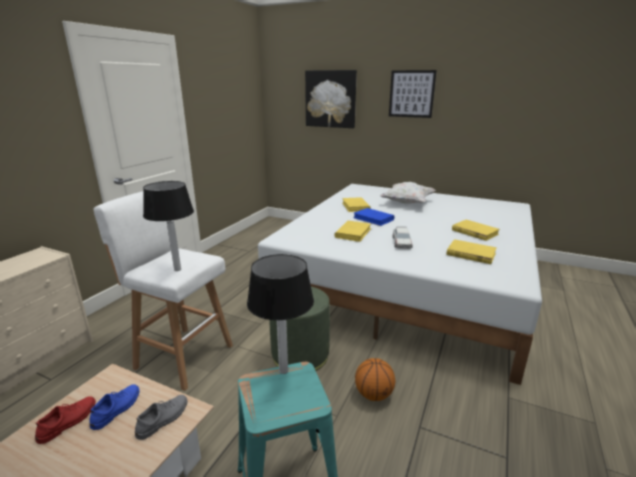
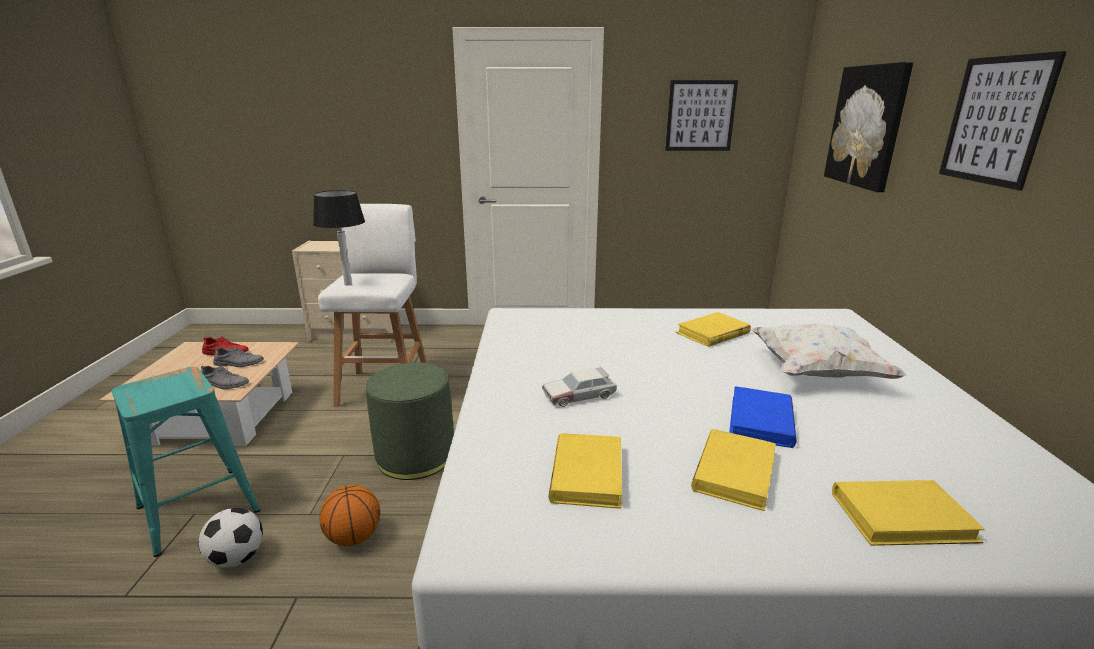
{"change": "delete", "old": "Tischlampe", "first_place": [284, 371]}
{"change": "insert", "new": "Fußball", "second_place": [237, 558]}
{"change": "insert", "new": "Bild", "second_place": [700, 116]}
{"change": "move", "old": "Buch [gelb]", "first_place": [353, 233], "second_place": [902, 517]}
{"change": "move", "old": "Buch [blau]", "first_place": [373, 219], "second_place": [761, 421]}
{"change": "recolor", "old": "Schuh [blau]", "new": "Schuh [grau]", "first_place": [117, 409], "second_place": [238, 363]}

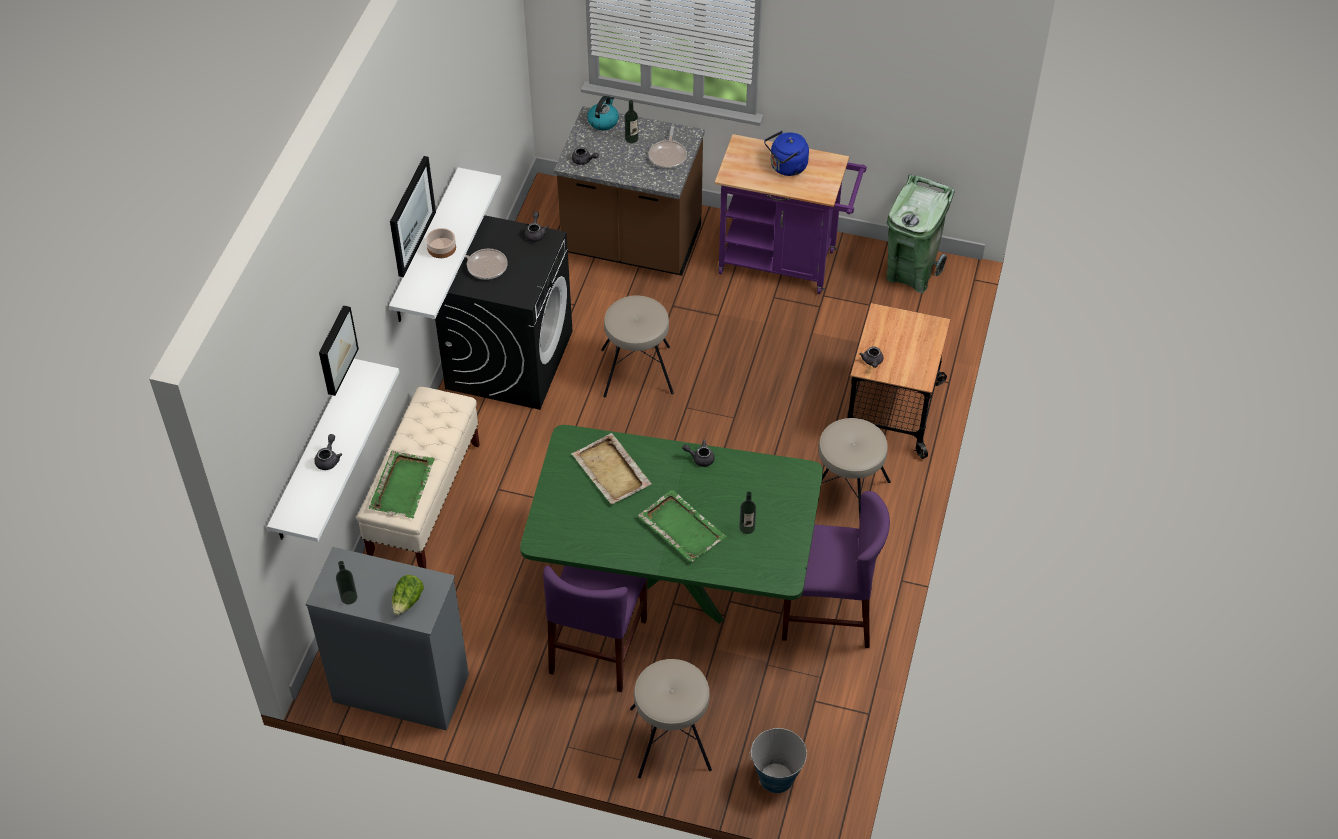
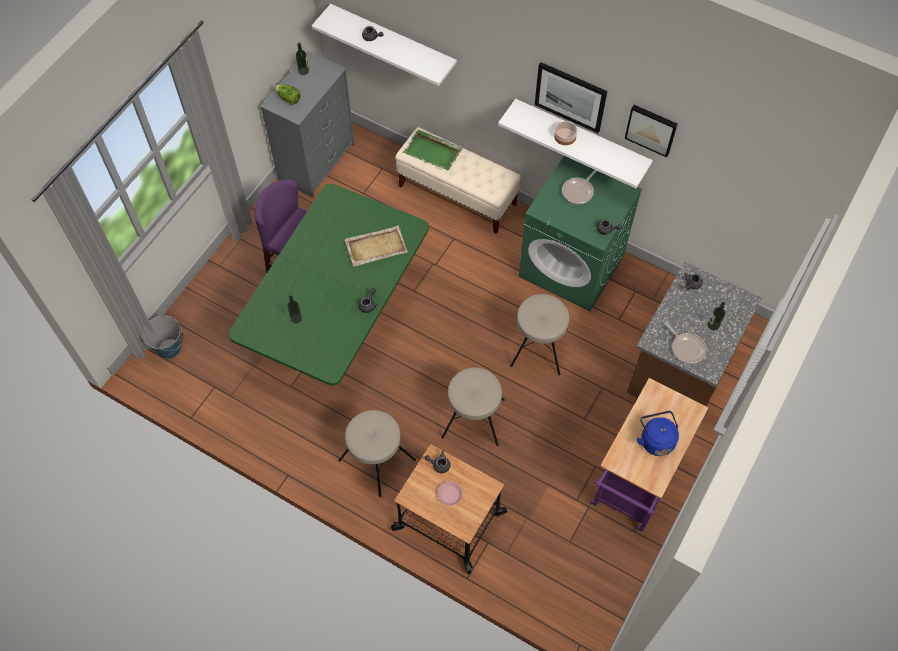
{"change": "delete", "old": "Wasserkessel", "first_place": [603, 121]}
{"change": "delete", "old": "Tablett [grün]", "first_place": [681, 527]}
{"change": "delete", "old": "Stuhl [lila]", "first_place": [826, 613]}
{"change": "delete", "old": "Mülleimer [grün]", "first_place": [911, 273]}
{"change": "insert", "new": "Teller [rosa]", "second_place": [449, 494]}
{"change": "move", "old": "Bild", "first_place": [335, 349], "second_place": [651, 129]}
{"change": "move", "old": "Hocker [beige]", "first_place": [671, 738], "second_place": [473, 419]}
{"change": "recolor", "old": "Waschmaschine [schwarz]", "new": "Waschmaschine [grün]", "first_place": [509, 359], "second_place": [572, 266]}
{"change": "rotate", "old": "Pfanne", "first_place": [668, 155], "second_place": [686, 348], "degrees": -150}

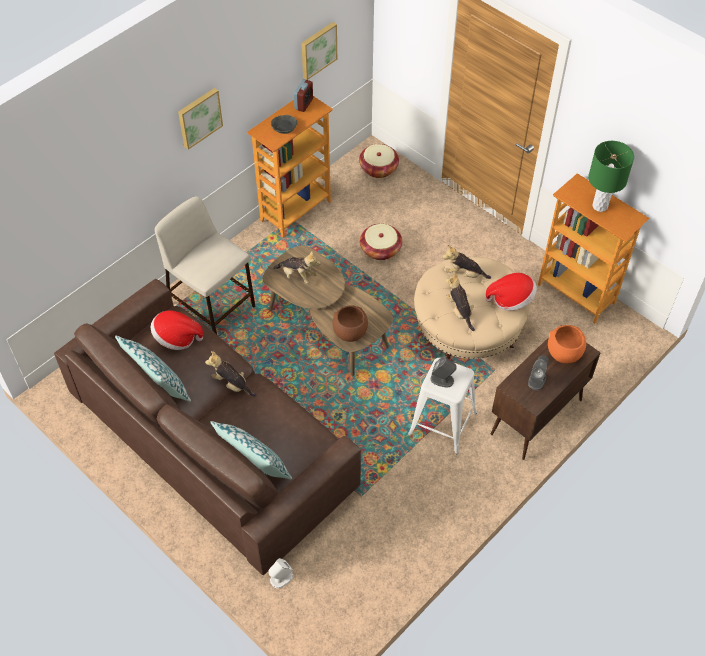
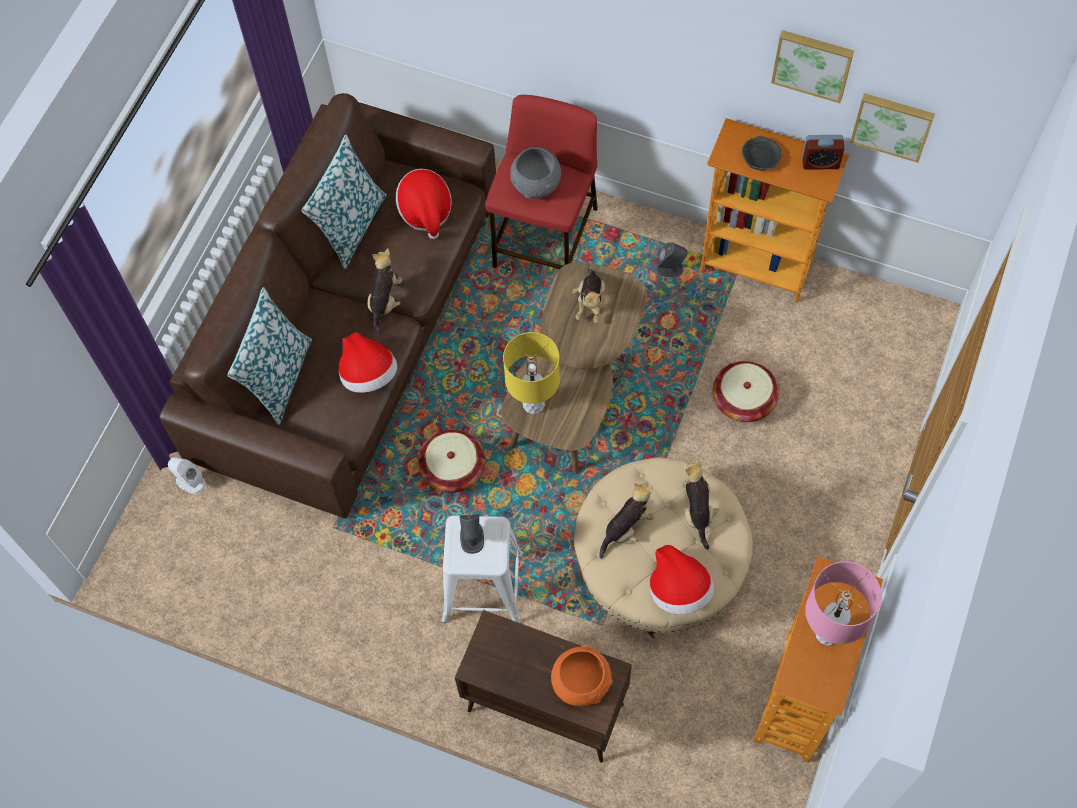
{"change": "insert", "new": "Hut", "second_place": [368, 375]}
{"change": "insert", "new": "Schüssel [grau]", "second_place": [536, 186]}
{"change": "move", "old": "Bild", "first_place": [199, 117], "second_place": [812, 63]}
{"change": "move", "old": "Korb", "first_place": [378, 168], "second_place": [453, 469]}
{"change": "move", "old": "Lautsprecher [grau]", "first_place": [537, 380], "second_place": [670, 269]}
{"change": "replace", "old": "Schüssel [braun]", "new": "Tischlampe [gelb]", "first_place": [349, 332], "second_place": [533, 404]}
{"change": "recolor", "old": "Hocker [beige]", "new": "Hocker [rot]", "first_place": [212, 305], "second_place": [545, 239]}
{"change": "recolor", "old": "Tischlampe [grün]", "new": "Tischlampe [rosa]", "first_place": [599, 206], "second_place": [828, 632]}

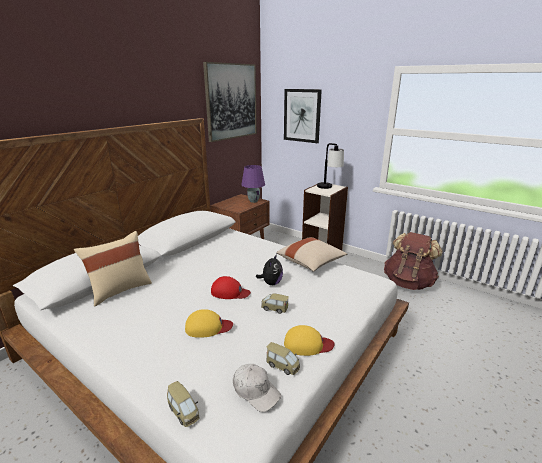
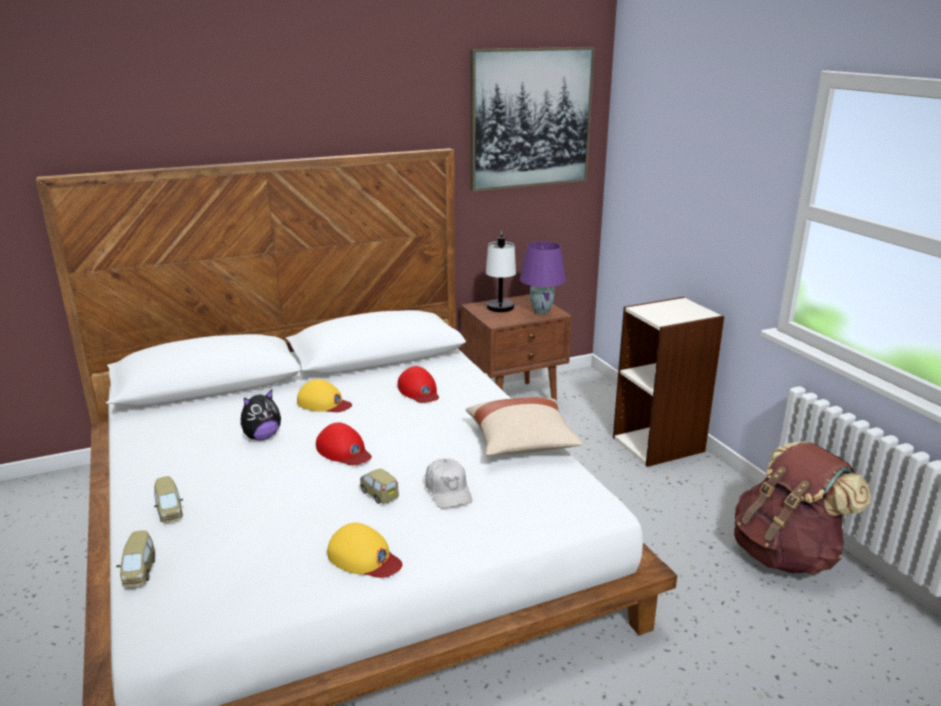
{"change": "delete", "old": "Kissen [beige]", "first_place": [120, 290]}
{"change": "delete", "old": "Bild", "first_place": [302, 115]}
{"change": "insert", "new": "Kappe [rot]", "second_place": [419, 391]}
{"change": "move", "old": "Kappe [gelb]", "first_place": [208, 327], "second_place": [324, 403]}
{"change": "move", "old": "Kappe [weiß]", "first_place": [256, 391], "second_place": [448, 491]}
{"change": "move", "old": "Plüschtier", "first_place": [271, 283], "second_place": [262, 437]}
{"change": "move", "old": "Spielzeugauto", "first_place": [283, 365], "second_place": [170, 511]}
{"change": "move", "old": "Tischlampe", "first_place": [329, 188], "second_place": [500, 312]}

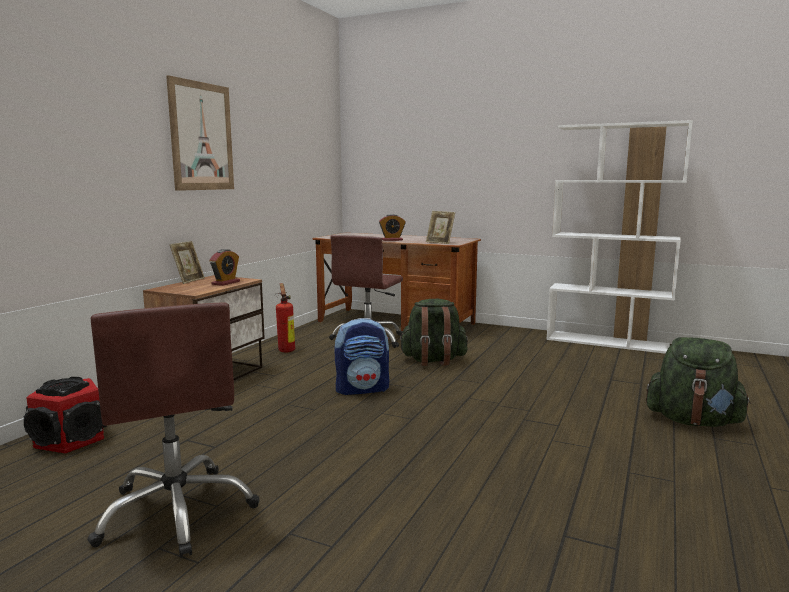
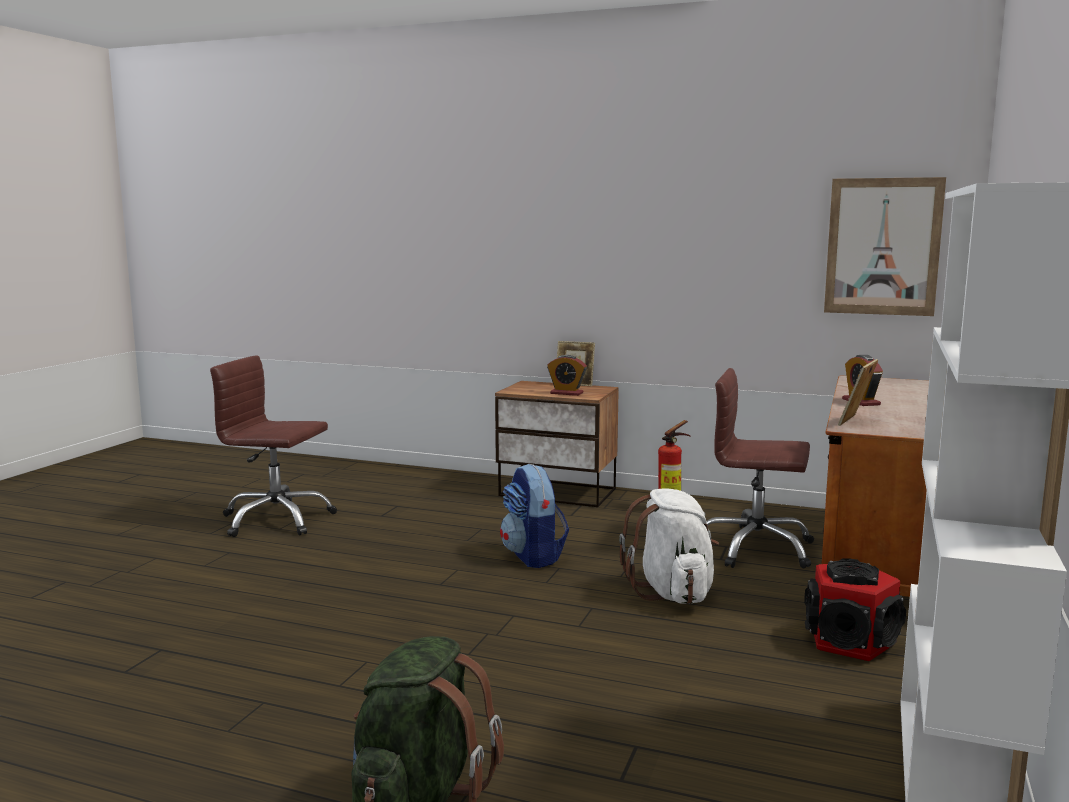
{"change": "move", "old": "Lautsprecher", "first_place": [72, 439], "second_place": [850, 642]}
{"change": "move", "old": "Bild", "first_place": [201, 136], "second_place": [882, 247]}
{"change": "recolor", "old": "Rucksack [grün]", "new": "Rucksack [weiß]", "first_place": [433, 361], "second_place": [672, 593]}
{"change": "rotate", "old": "Bürostuhl [braun]", "first_place": [177, 511], "second_place": [276, 520], "degrees": 45}

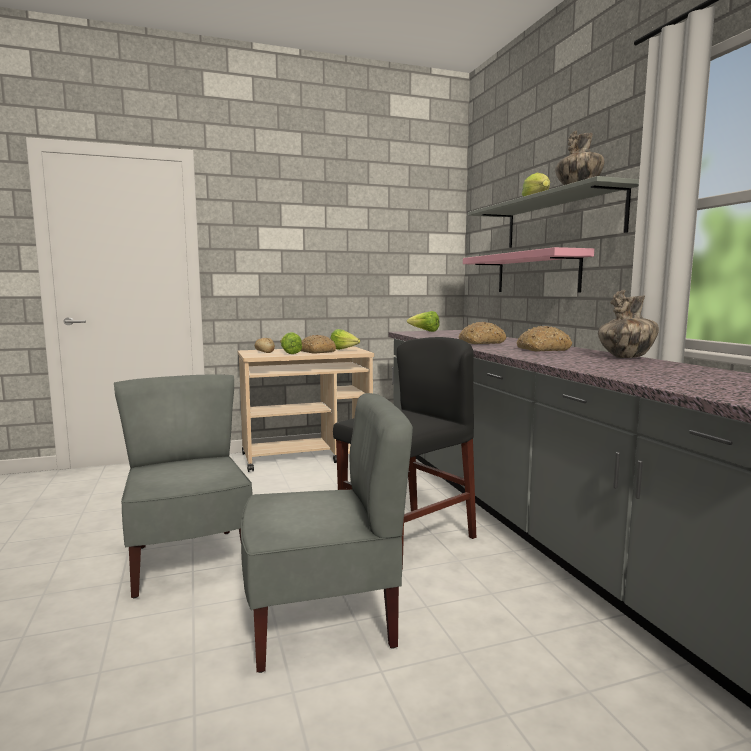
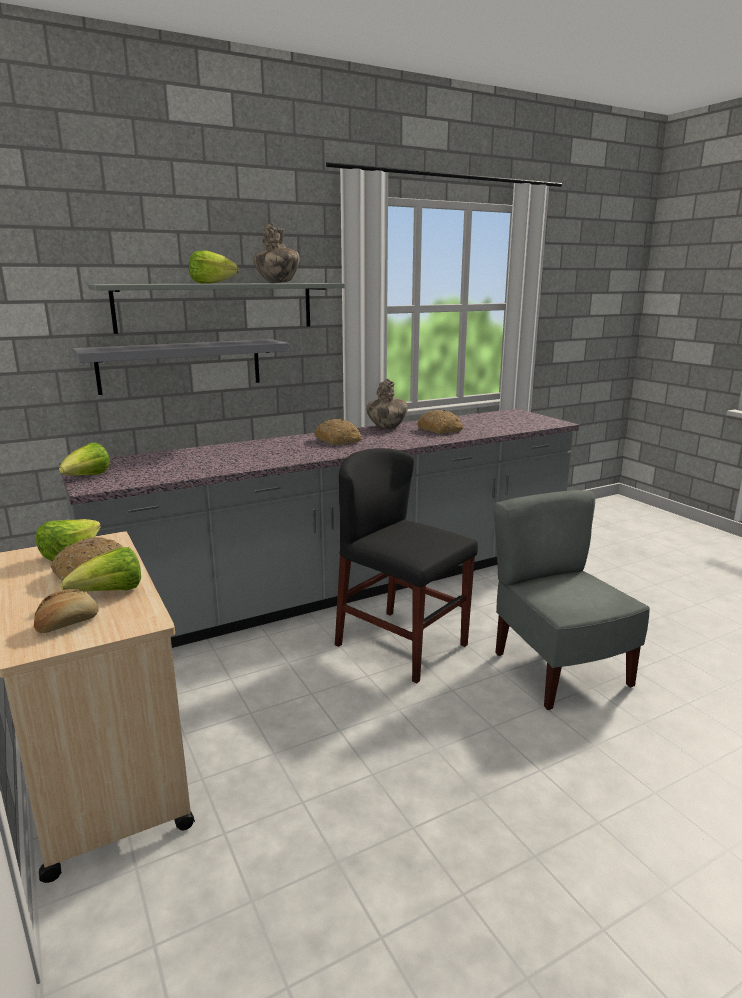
{"change": "delete", "old": "Stuhl [grau]", "first_place": [189, 560]}
{"change": "move", "old": "Brot", "first_place": [481, 342], "second_place": [440, 430]}
{"change": "recolor", "old": "Wandregal [rosa]", "new": "Wandregal [grau]", "first_place": [536, 273], "second_place": [181, 366]}

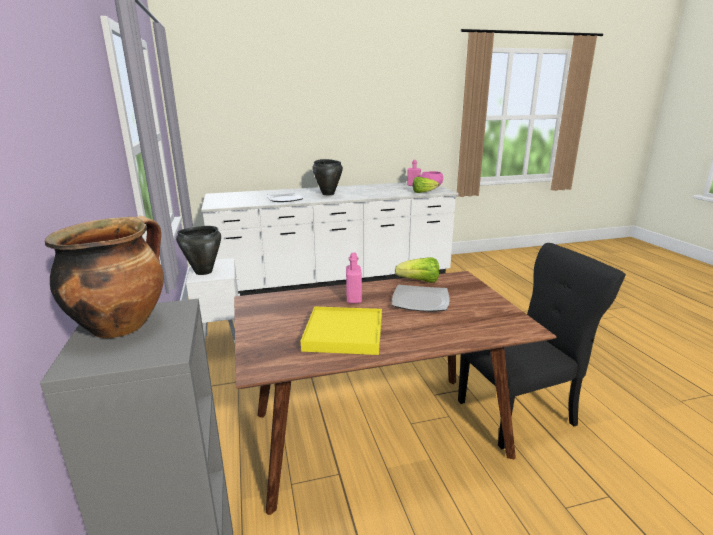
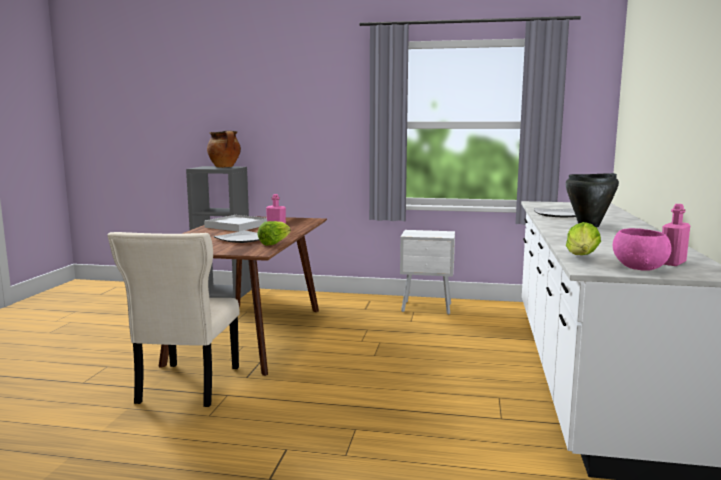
{"change": "delete", "old": "Kochtopf [schwarz]", "first_place": [203, 272]}
{"change": "recolor", "old": "Tablett [gelb]", "new": "Tablett [weiß]", "first_place": [343, 334], "second_place": [237, 226]}
{"change": "recolor", "old": "Stuhl [schwarz]", "new": "Stuhl [beige]", "first_place": [520, 412], "second_place": [187, 387]}

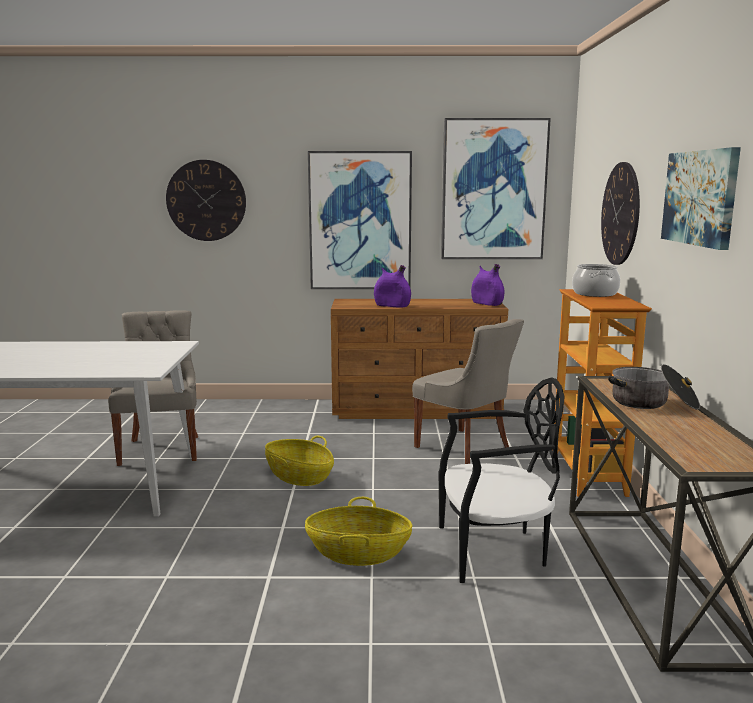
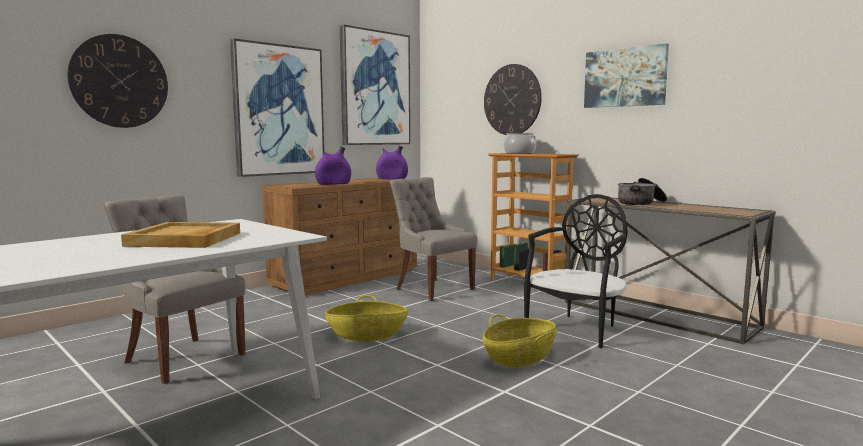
{"change": "insert", "new": "Tablett [beige]", "second_place": [185, 239]}
{"change": "rotate", "old": "Stuhl [grau]", "first_place": [465, 447], "second_place": [432, 289], "degrees": -135}

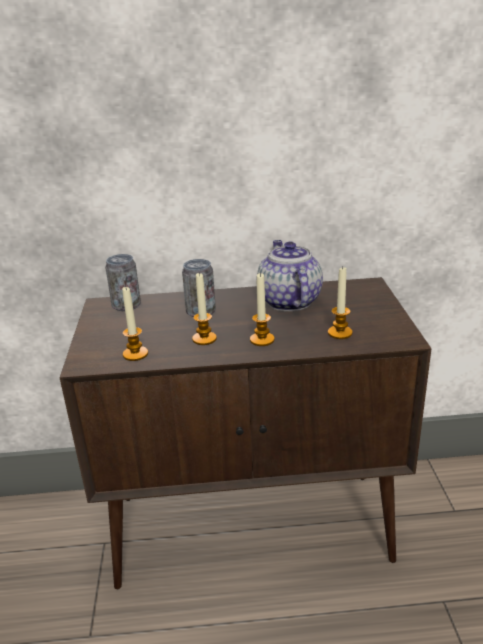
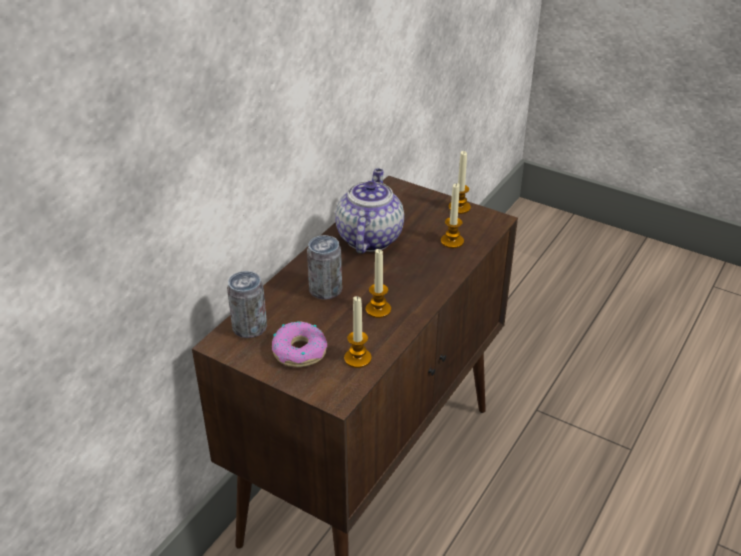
{"change": "insert", "new": "Donut", "second_place": [300, 351]}
{"change": "move", "old": "Kerze", "first_place": [262, 340], "second_place": [459, 207]}
{"change": "rotate", "old": "Teekanne", "first_place": [288, 301], "second_place": [369, 237], "degrees": 75}

